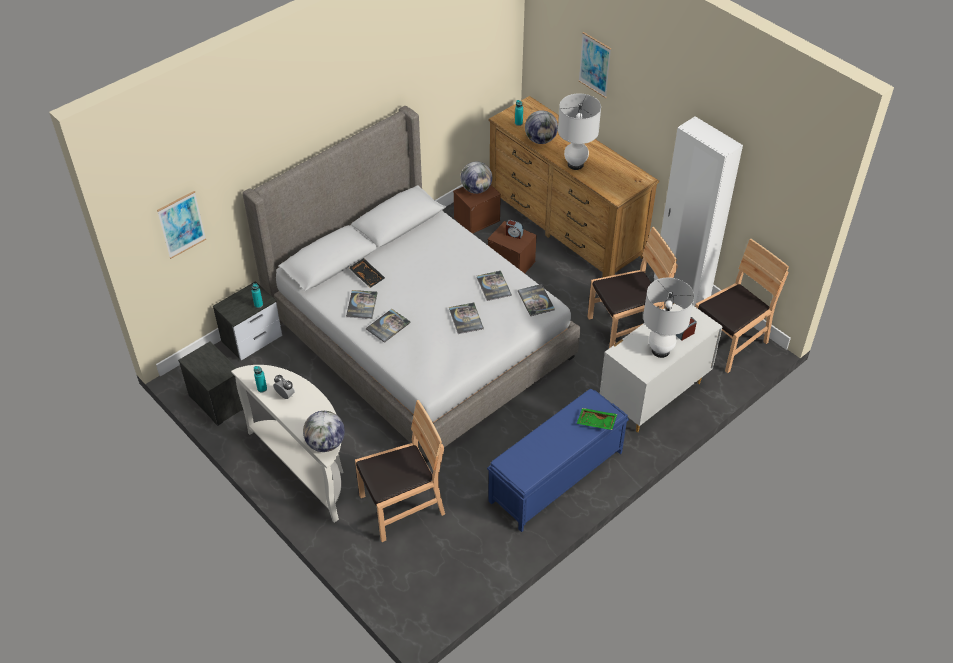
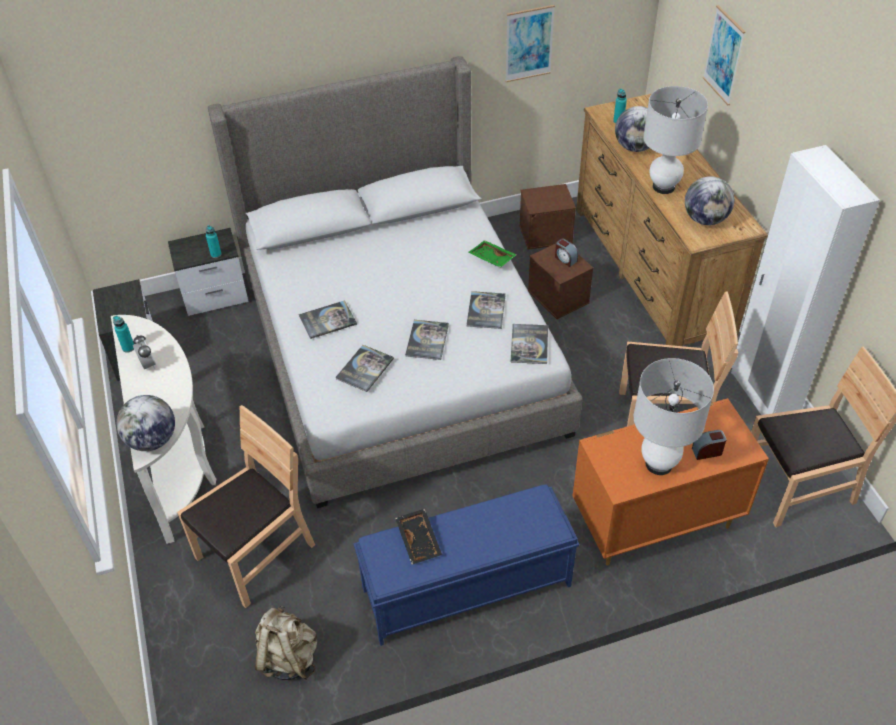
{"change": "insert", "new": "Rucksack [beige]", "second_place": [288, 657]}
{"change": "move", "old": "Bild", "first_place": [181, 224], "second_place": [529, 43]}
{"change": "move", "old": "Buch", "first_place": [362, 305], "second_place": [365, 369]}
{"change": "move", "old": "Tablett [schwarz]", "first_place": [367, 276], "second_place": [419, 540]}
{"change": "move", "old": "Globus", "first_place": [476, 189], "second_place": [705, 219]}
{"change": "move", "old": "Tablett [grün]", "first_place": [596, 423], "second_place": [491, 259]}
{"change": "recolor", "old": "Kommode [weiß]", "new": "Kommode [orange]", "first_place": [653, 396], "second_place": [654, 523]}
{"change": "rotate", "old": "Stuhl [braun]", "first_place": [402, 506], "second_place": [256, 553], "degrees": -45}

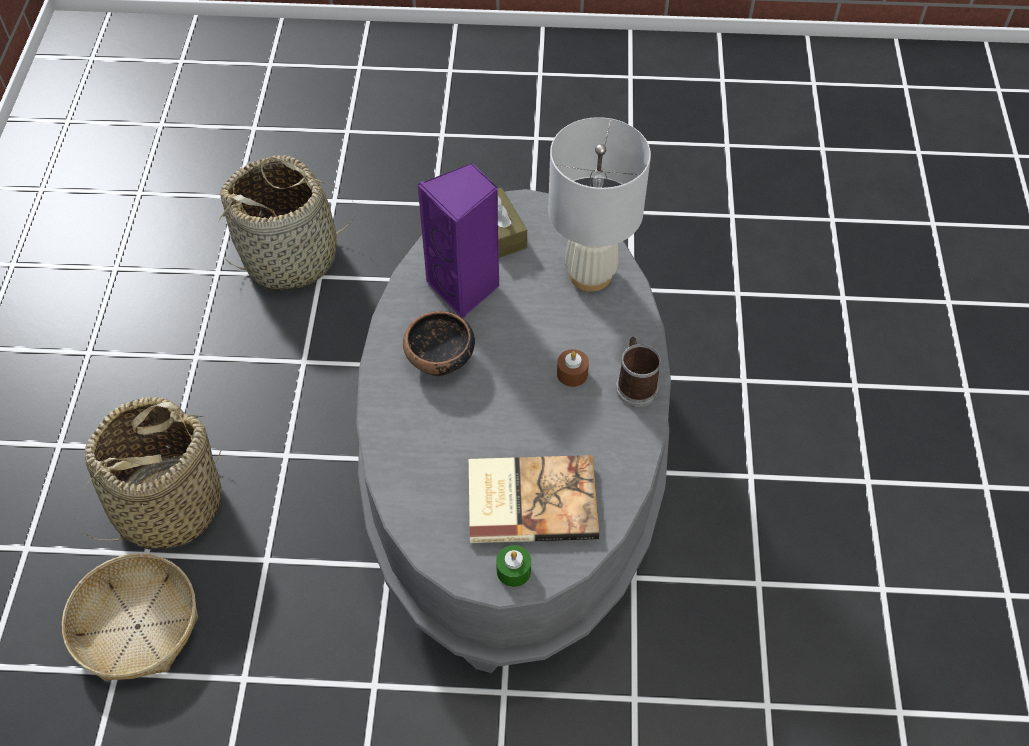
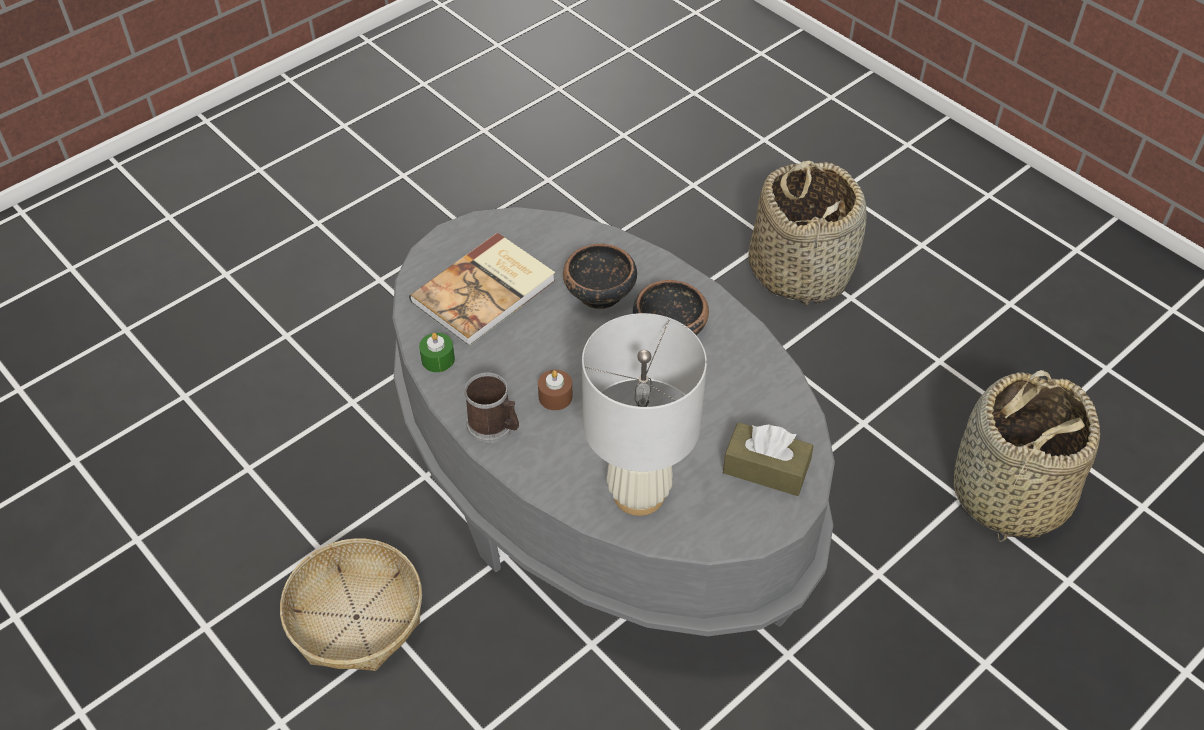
{"change": "delete", "old": "Lautsprecher [lila]", "first_place": [465, 288]}
{"change": "insert", "new": "Schüssel", "second_place": [599, 293]}
{"change": "move", "old": "Korb", "first_place": [138, 627], "second_place": [355, 617]}
{"change": "move", "old": "Kerze [grün]", "first_place": [513, 571], "second_place": [438, 359]}

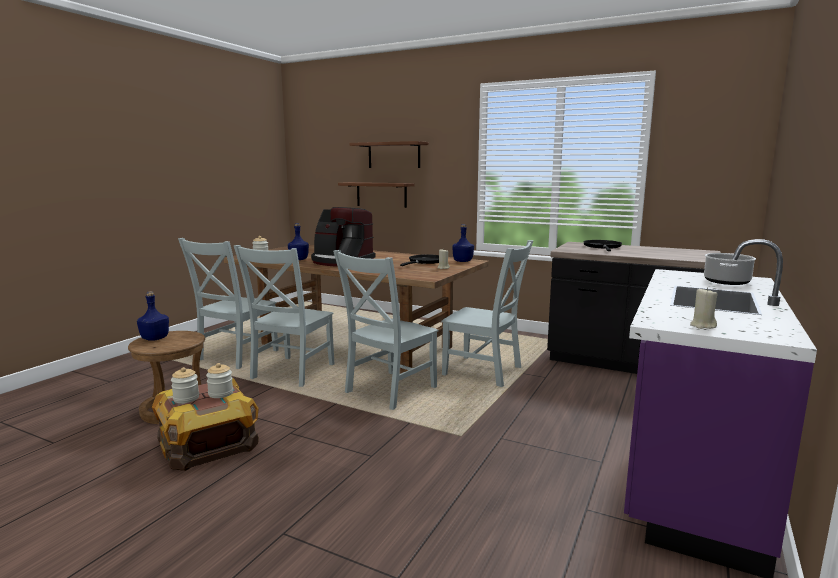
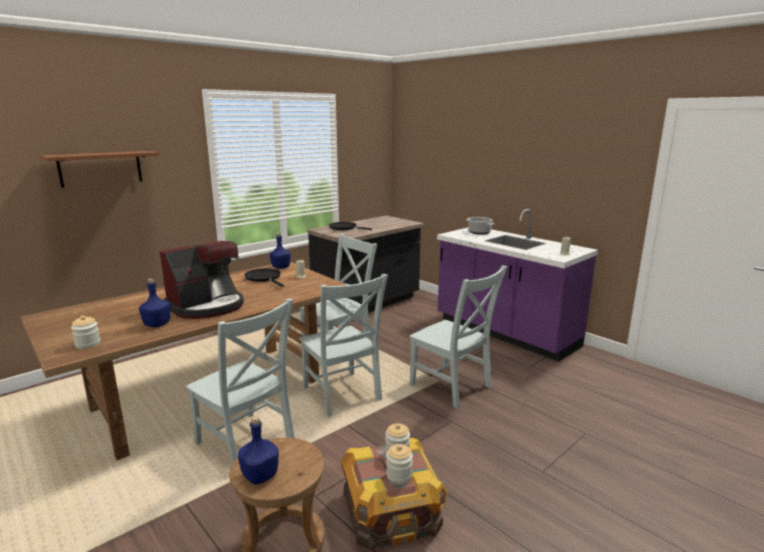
{"change": "delete", "old": "Wandregal [braun]", "first_place": [381, 194]}
{"change": "move", "old": "Stuhl [grau]", "first_place": [235, 357], "second_place": [453, 387]}

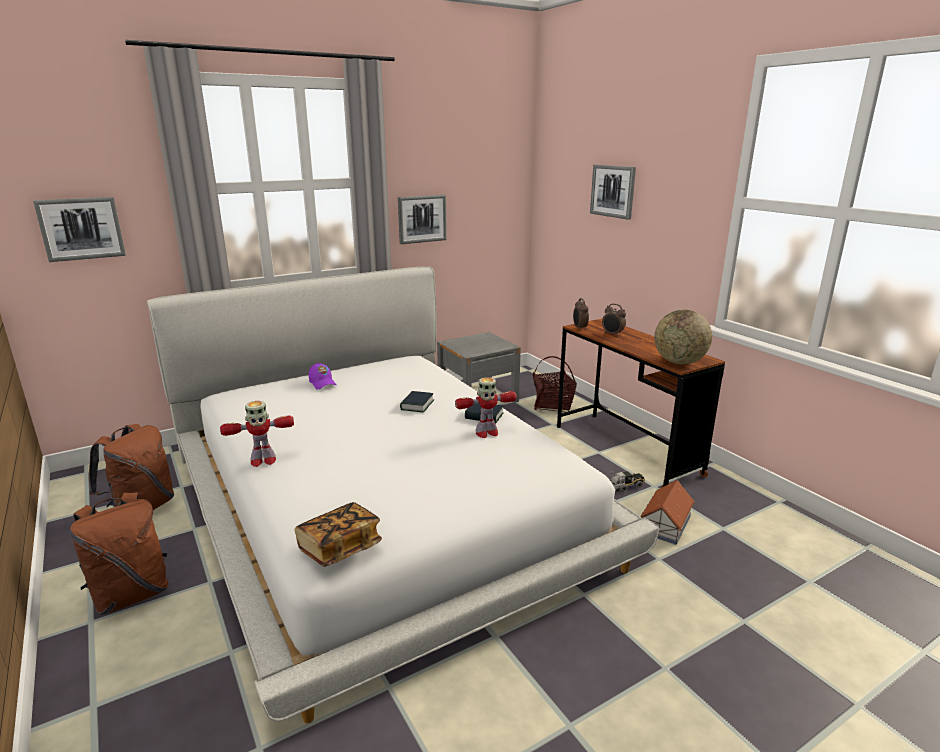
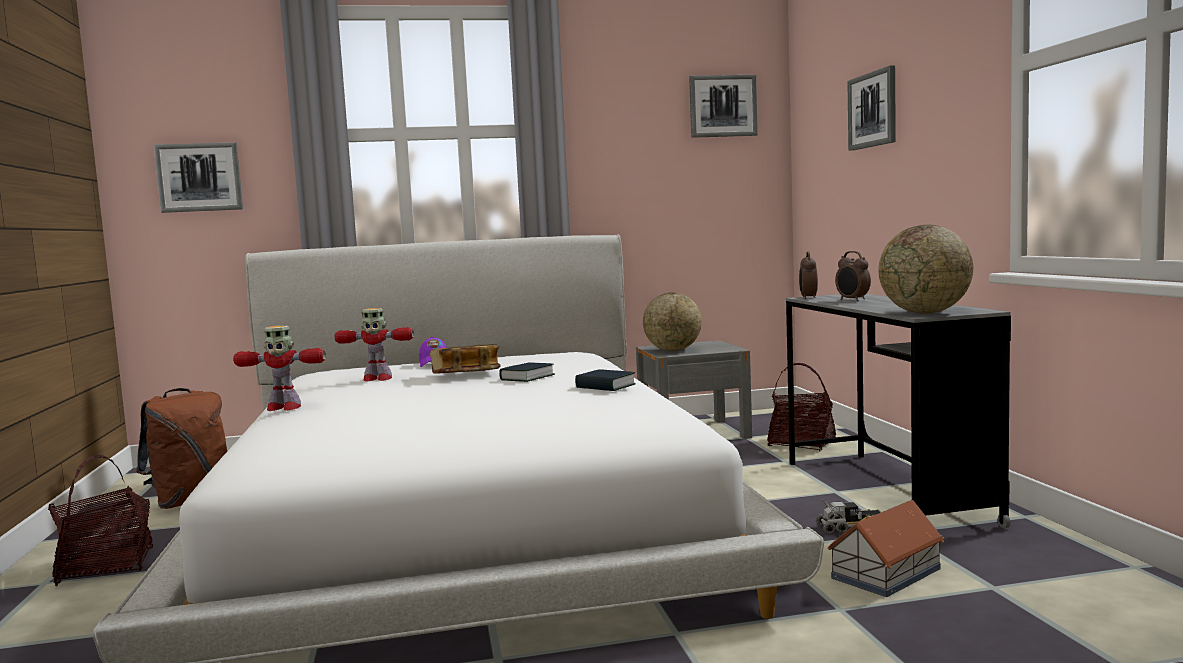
{"change": "insert", "new": "Globus", "second_place": [673, 350]}
{"change": "move", "old": "Buch", "first_place": [339, 548], "second_place": [466, 375]}
{"change": "move", "old": "Bild", "first_place": [422, 219], "second_place": [722, 106]}
{"change": "move", "old": "Spielzeugroboter", "first_place": [486, 433], "second_place": [377, 379]}
{"change": "replace", "old": "Rucksack [braun]", "new": "Korb", "first_place": [132, 594], "second_place": [106, 566]}
{"change": "recolor", "old": "Schreibtisch [braun]", "new": "Schreibtisch [grau]", "first_place": [626, 450], "second_place": [885, 492]}

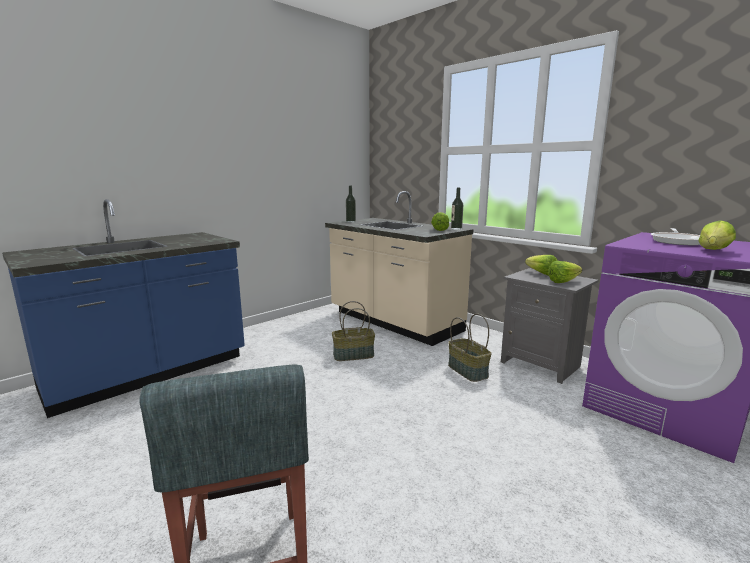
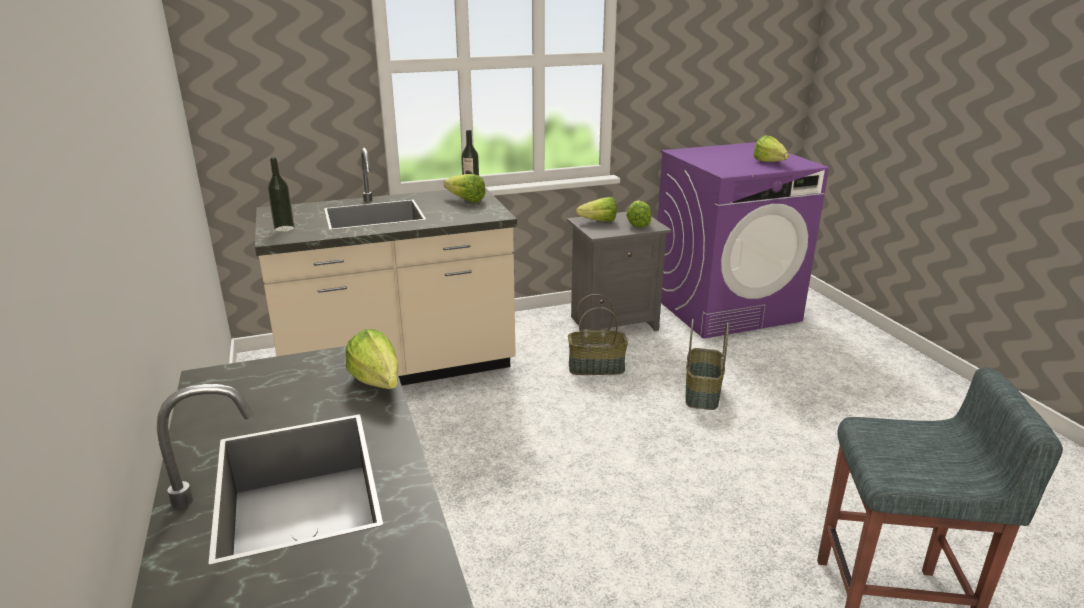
{"change": "delete", "old": "Pfanne", "first_place": [678, 241]}
{"change": "insert", "new": "Salatkopf", "second_place": [378, 386]}
{"change": "move", "old": "Korb", "first_place": [353, 355], "second_place": [703, 394]}

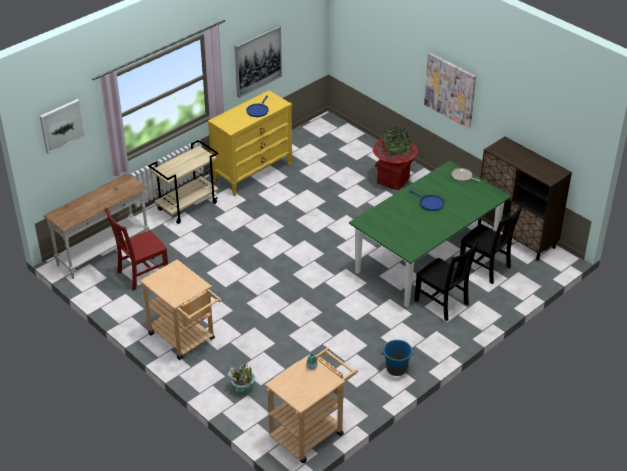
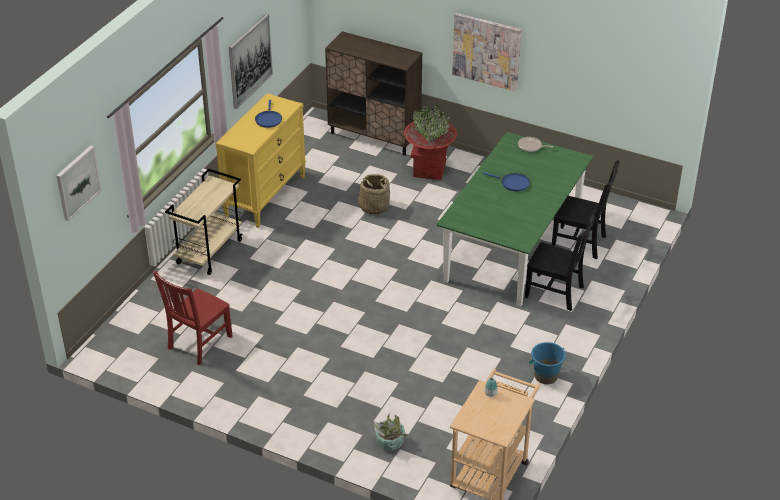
{"change": "delete", "old": "Konsolentisch [weiß]", "first_place": [104, 251]}
{"change": "delete", "old": "Rollwagen [beige]", "first_place": [185, 339]}
{"change": "insert", "new": "Korb", "second_place": [374, 206]}
{"change": "move", "old": "Schrank [braun]", "first_place": [516, 236], "second_place": [374, 136]}

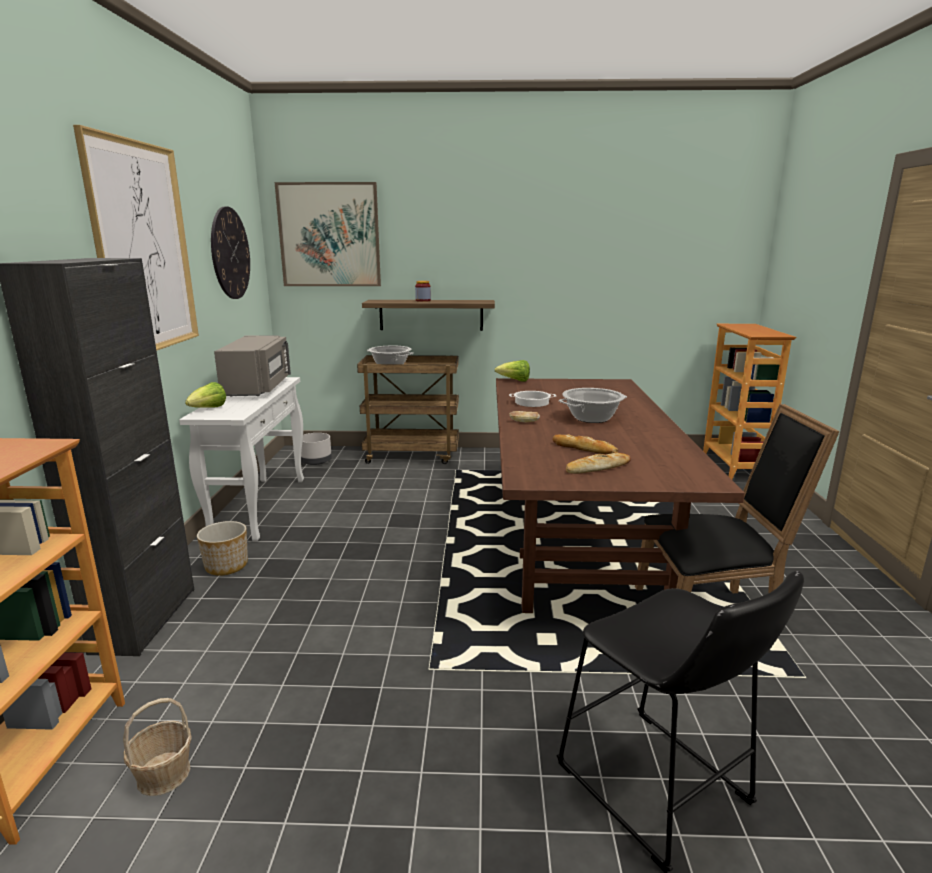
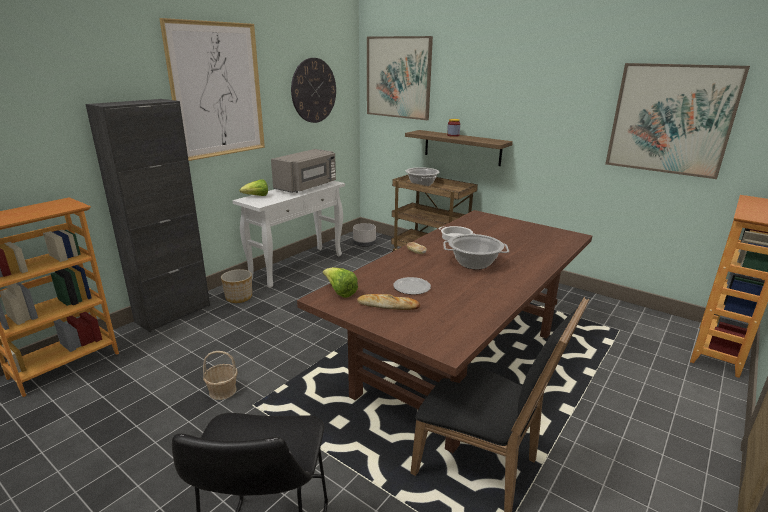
{"change": "insert", "new": "Bild", "second_place": [670, 119]}
{"change": "move", "old": "Korb", "first_place": [163, 774], "second_place": [222, 391]}
{"change": "move", "old": "Salatkopf", "first_place": [515, 381], "second_place": [340, 292]}
{"change": "replace", "old": "Brot", "new": "Teller", "first_place": [584, 448], "second_place": [412, 287]}

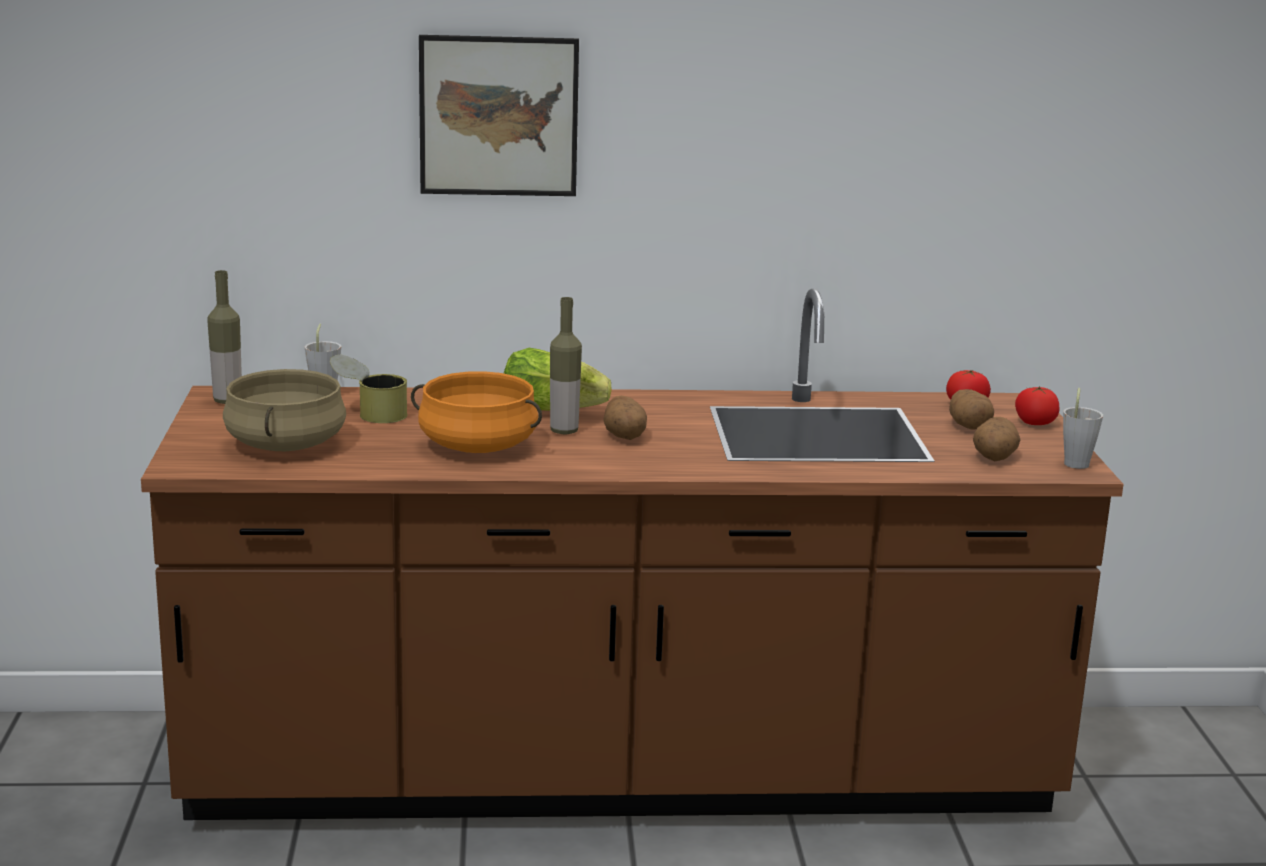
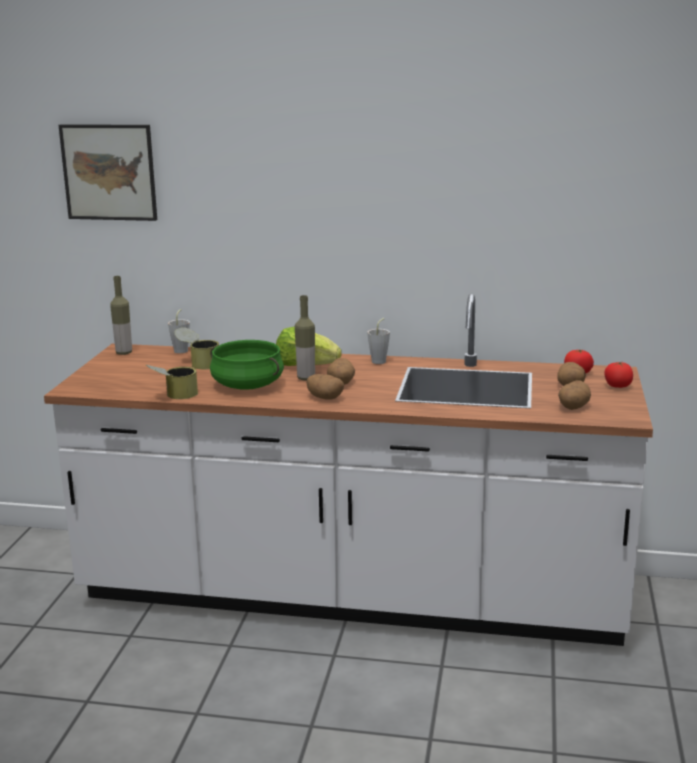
{"change": "delete", "old": "Kochtopf [beige]", "first_place": [287, 445]}
{"change": "insert", "new": "Dose", "second_place": [173, 396]}
{"change": "insert", "new": "Kartoffel", "second_place": [324, 398]}
{"change": "move", "old": "Bild", "first_place": [498, 116], "second_place": [109, 172]}
{"change": "move", "old": "Tasse [grau]", "first_place": [1076, 462], "second_place": [380, 361]}
{"change": "recolor", "old": "Küchenzeile [braun]", "new": "Küchenzeile [weiß]", "first_place": [621, 777], "second_place": [351, 596]}
{"change": "recolor", "old": "Kochtopf [orange]", "new": "Kochtopf [grün]", "first_place": [477, 446], "second_place": [247, 385]}

